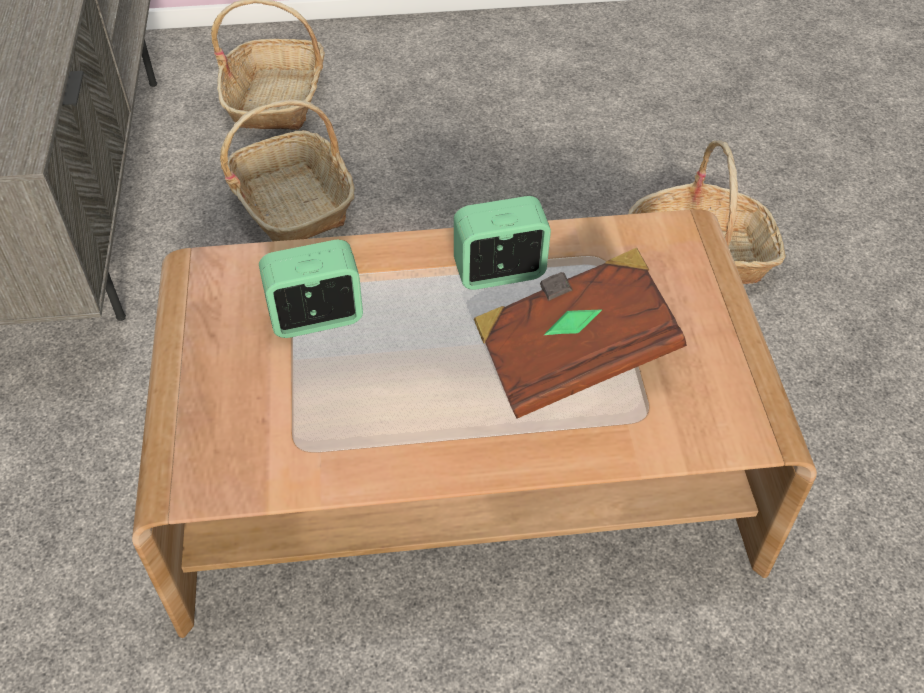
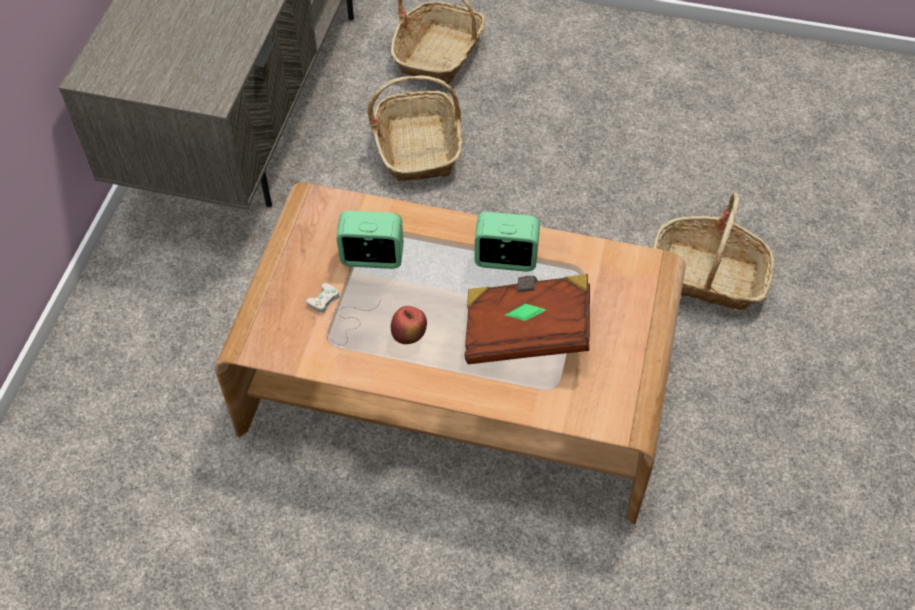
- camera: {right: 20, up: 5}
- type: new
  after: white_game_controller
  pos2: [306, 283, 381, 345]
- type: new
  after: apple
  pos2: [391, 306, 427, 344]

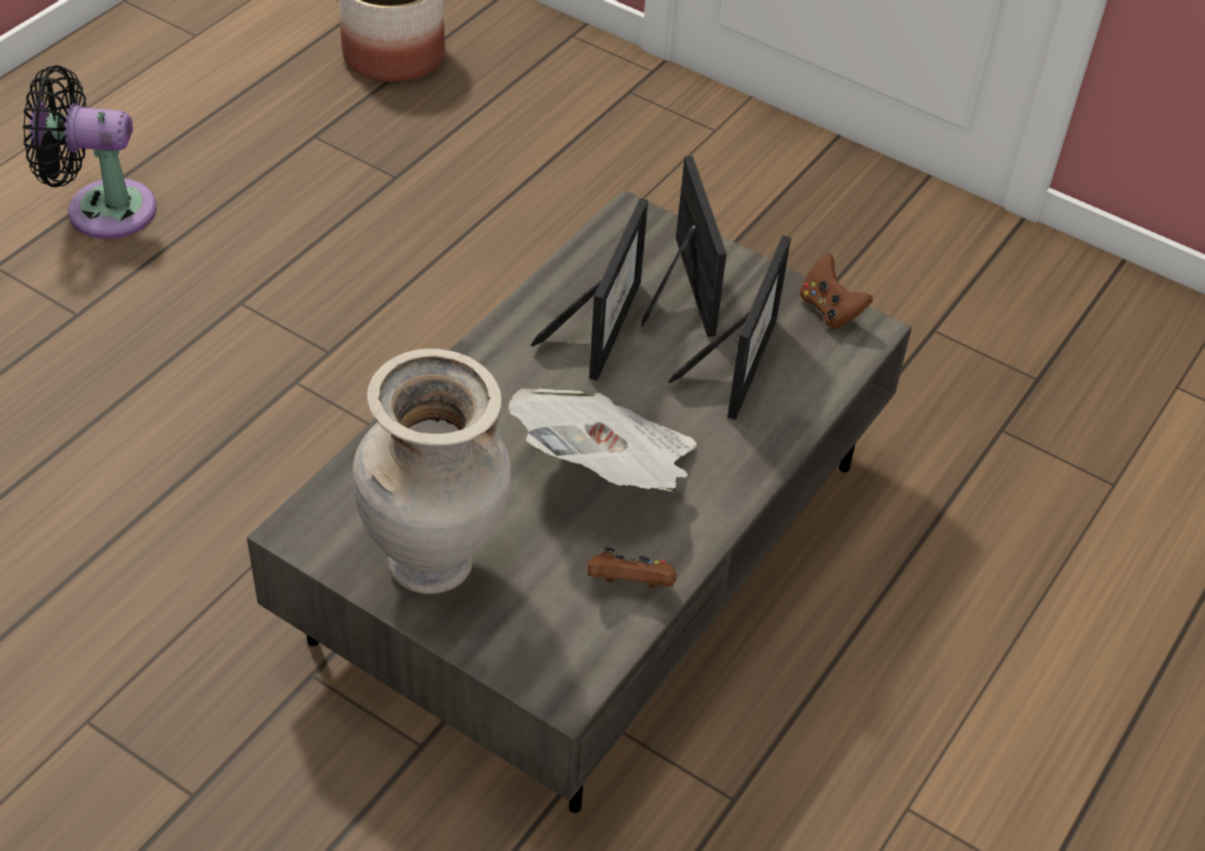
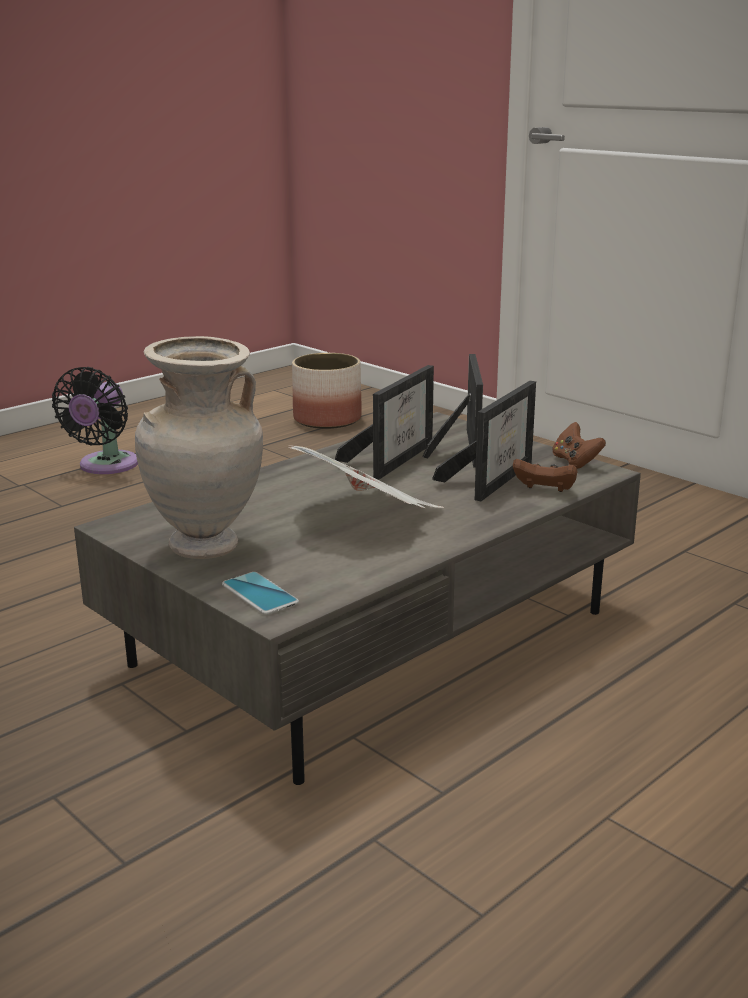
- camera: {right: 15, up: -25}
- type: rotated
  before: black_fan
  pos1: [23, 65, 156, 239]
  pos2: [52, 367, 138, 474]
  turn: -90
- type: shifted
  before: brown_game_controller
  pos1: [587, 547, 677, 588]
  pos2: [513, 459, 577, 492]
- type: new
  after: phone
  pos2: [222, 572, 299, 615]

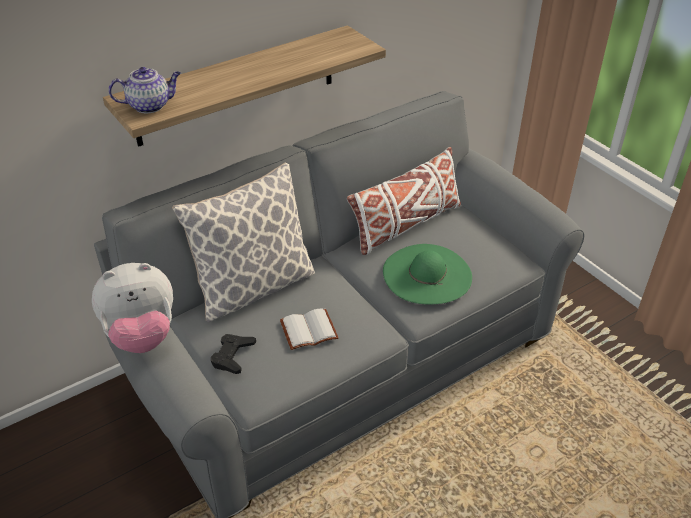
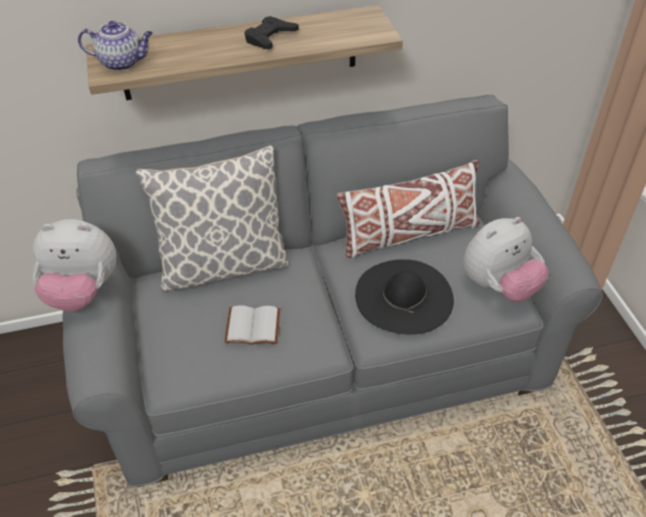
- camera: {right: 20, up: 5}
- type: repainted
  before: green_hat
  after: black_hat
  pos1: [383, 244, 472, 304]
  pos2: [355, 259, 454, 334]
- type: shifted
  before: black_game_controller
  pos1: [211, 334, 256, 374]
  pos2: [244, 16, 299, 49]
- type: new
  after: plush_toy
  pos2: [463, 217, 549, 302]

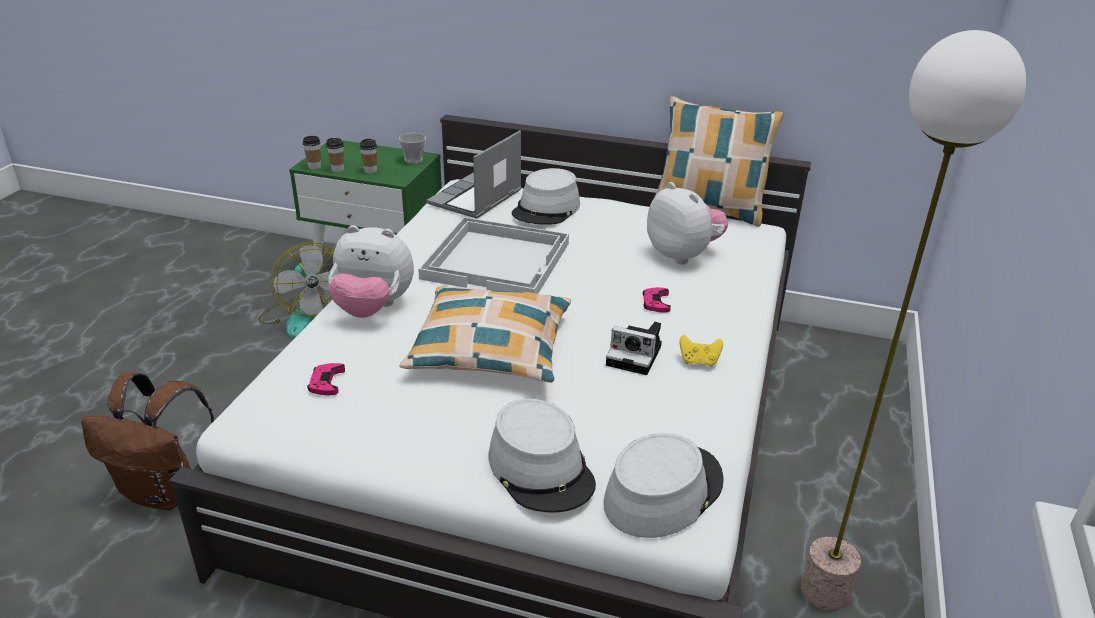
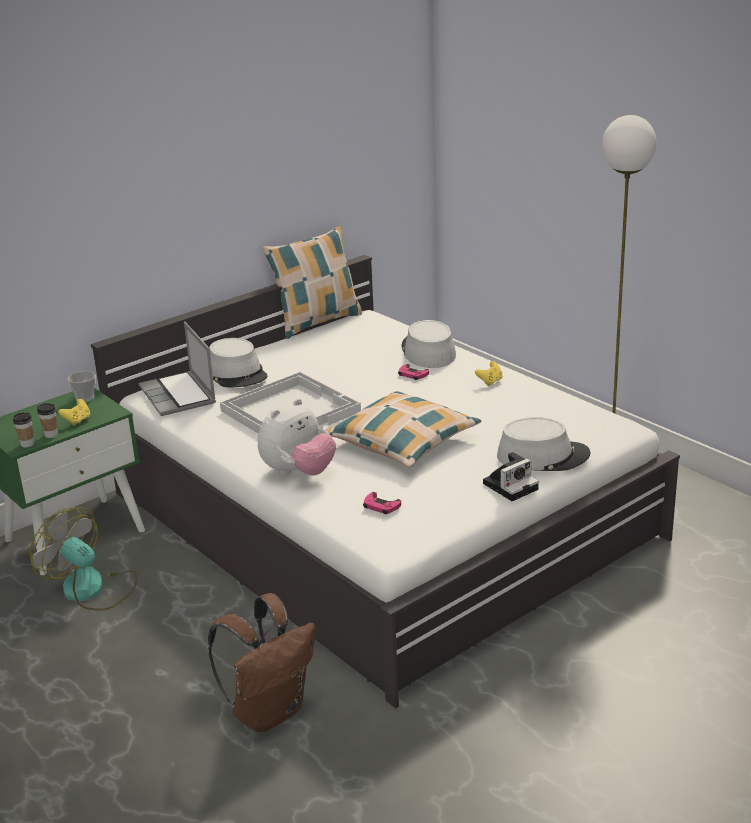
- camera: {right: -55, up: -5}
- type: swapped
  before: cup
  after: yellow_game_controller
  pos1: [359, 139, 377, 174]
  pos2: [58, 399, 90, 426]
- type: gone
  before: plush_toy
  pos1: [647, 182, 728, 264]
- type: rotated
  before: fan
  pos1: [258, 242, 334, 339]
  pos2: [30, 507, 138, 611]
  turn: -150
- type: shifted
  before: photo_camera
  pos1: [606, 322, 662, 375]
  pos2: [483, 452, 539, 501]
- type: shifted
  before: grey_hat
  pos1: [603, 433, 724, 538]
  pos2: [401, 320, 456, 368]

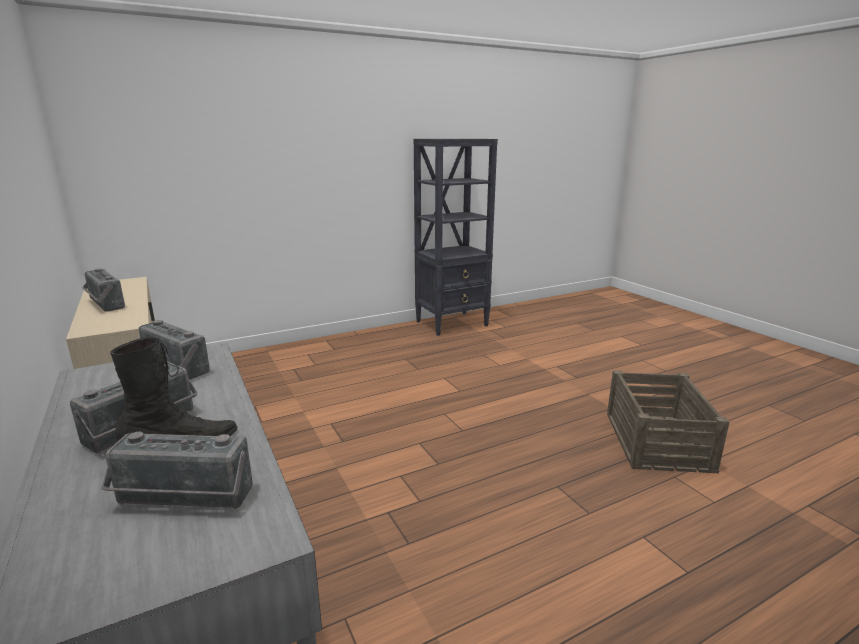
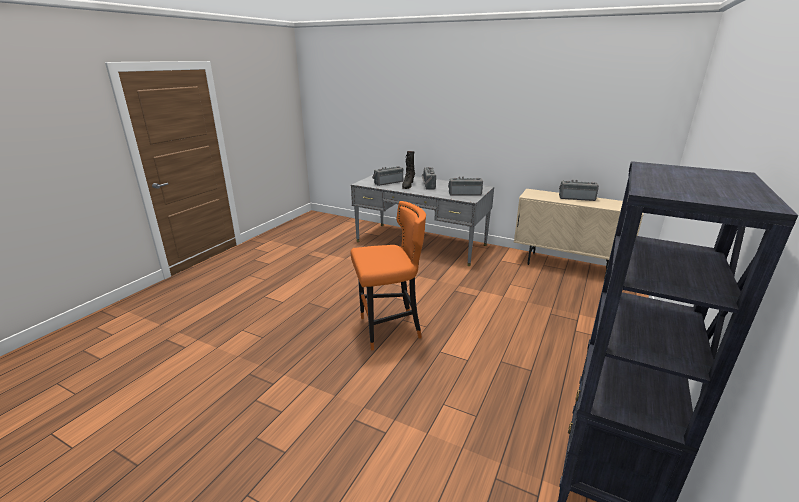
- camera: {right: 145, up: 5}
- type: gone
  before: crate
  pos1: [607, 370, 729, 473]
- type: new
  after: orange_stool
  pos2: [351, 201, 426, 351]

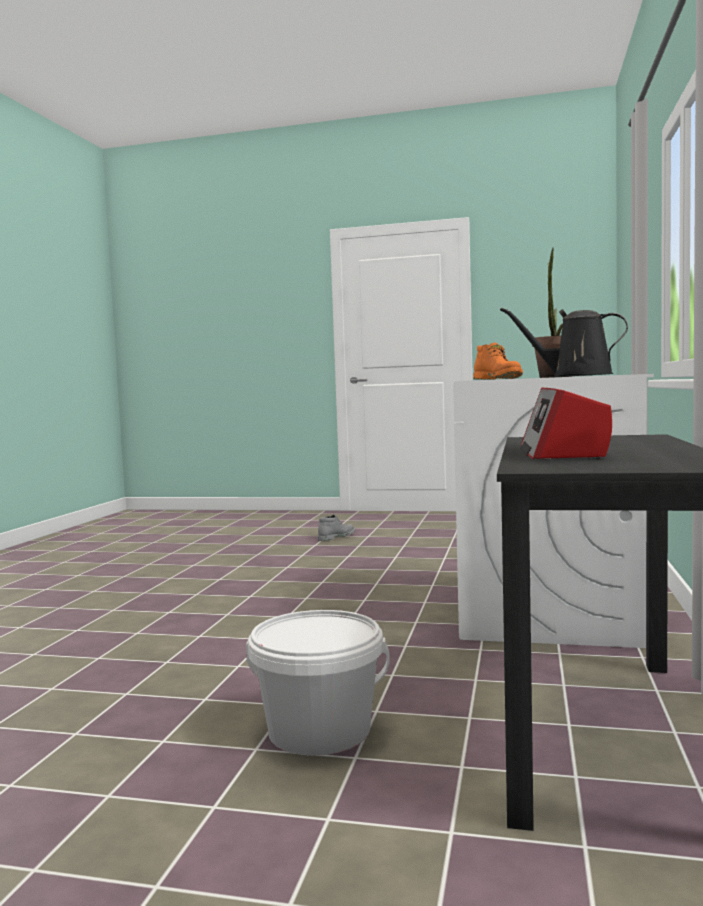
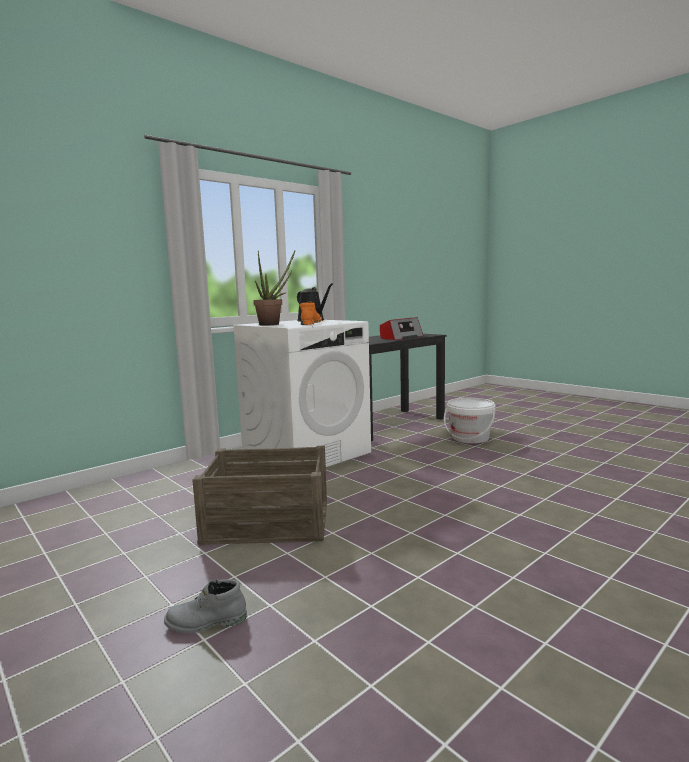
- camera: {right: -145, up: 5}
- type: new
  after: crate
  pos2: [192, 446, 327, 545]

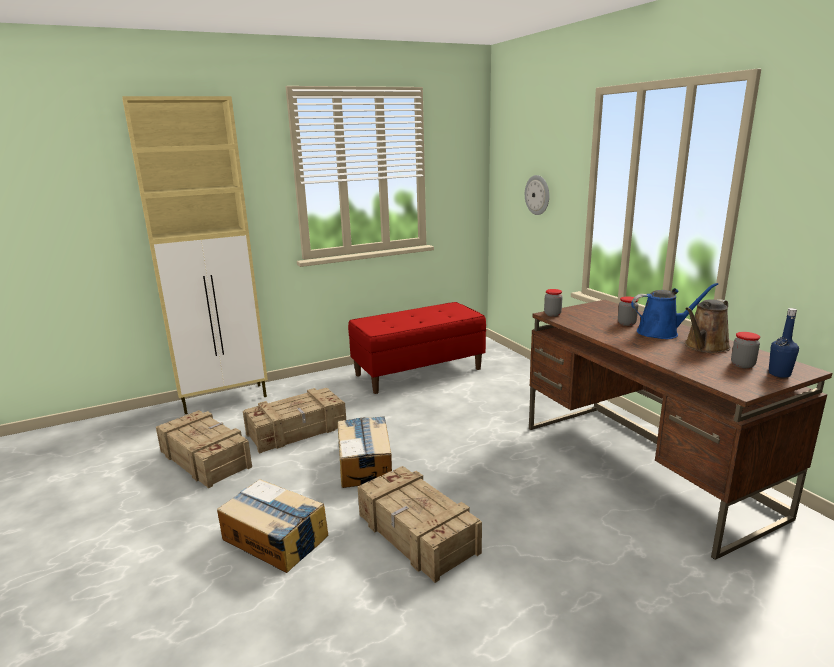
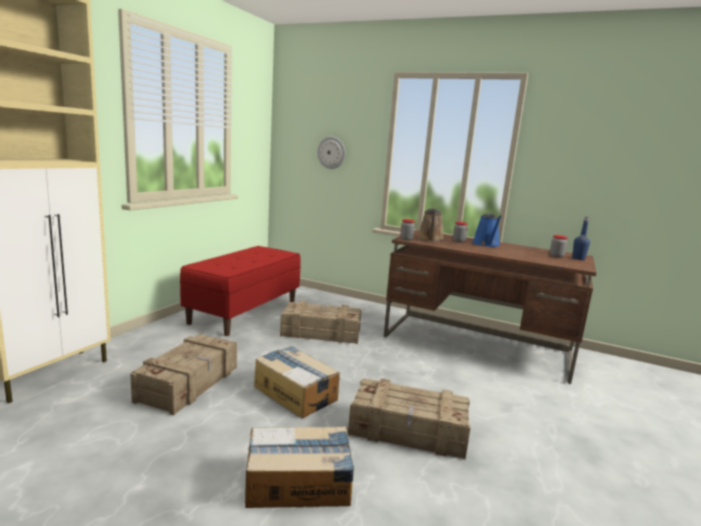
- camera: {right: -40, up: -5}
- type: rotated
  before: blue_watering_can
  pos1: [631, 283, 718, 339]
  pos2: [473, 213, 502, 247]
  turn: 135
- type: shifted
  before: brown_watering_can
  pos1: [685, 299, 731, 353]
  pos2: [417, 208, 444, 242]
- type: shifted
  before: crate
  pos1: [156, 410, 252, 488]
  pos2: [280, 301, 361, 344]

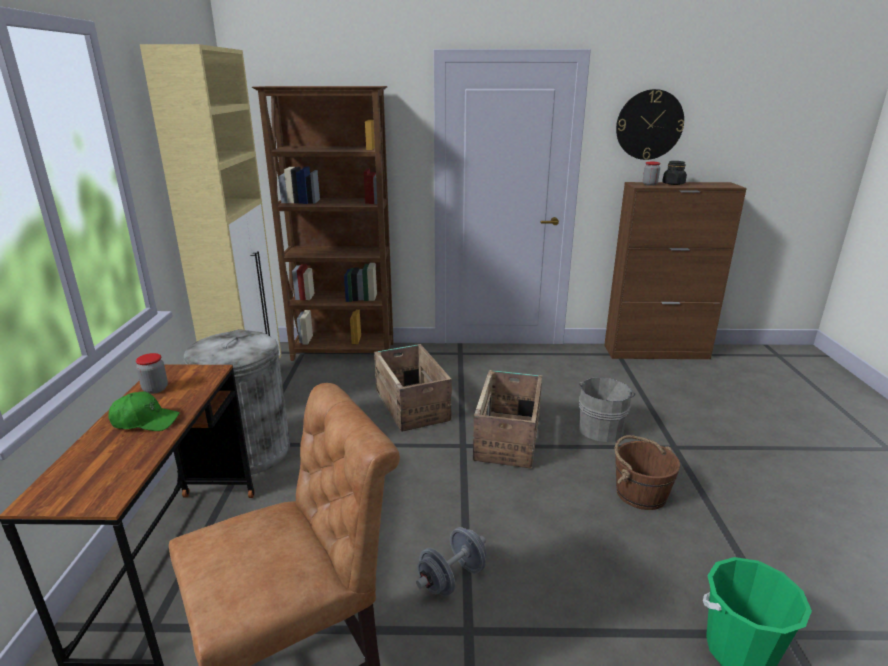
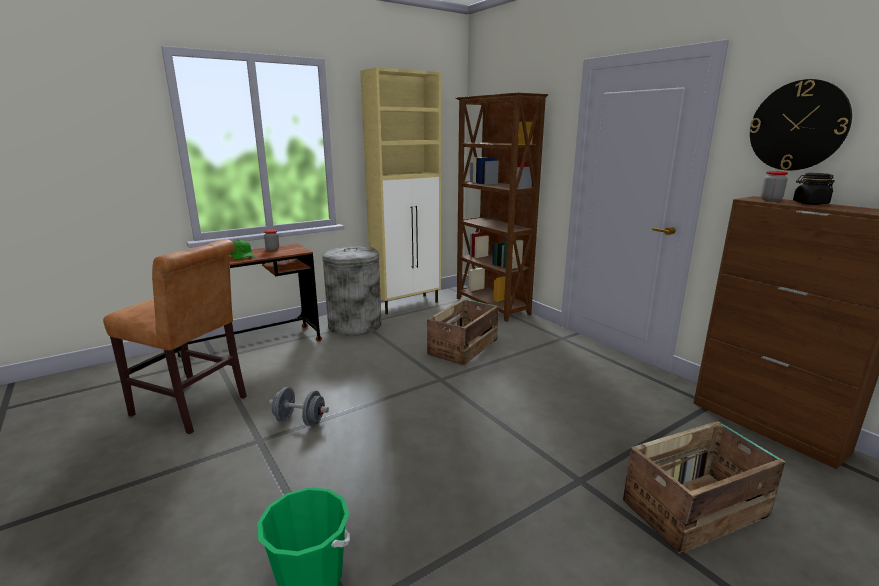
- camera: {right: 55, up: -5}
- type: shifted
  before: crate
  pos1: [473, 370, 542, 469]
  pos2: [623, 421, 785, 554]
- type: gone
  before: grey_bucket
  pos1: [579, 377, 635, 442]
- type: gone
  before: brown_bucket
  pos1: [615, 435, 680, 510]

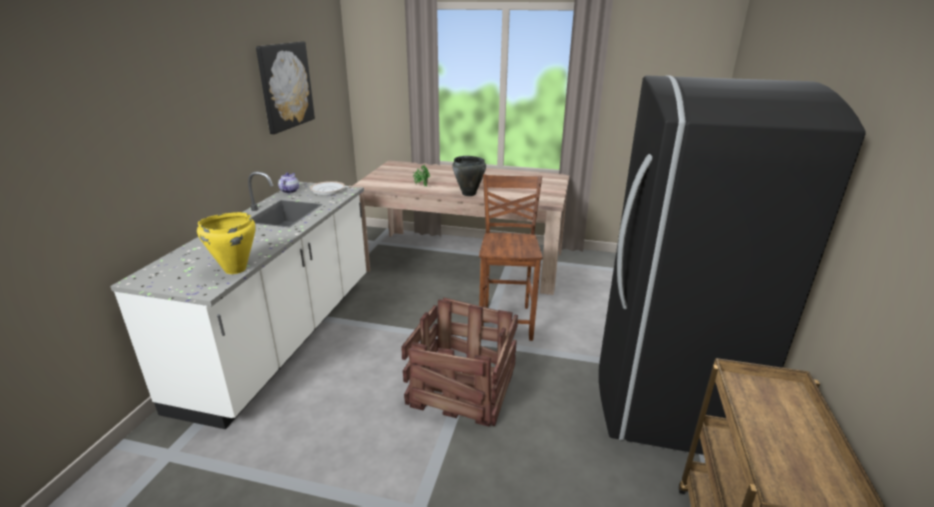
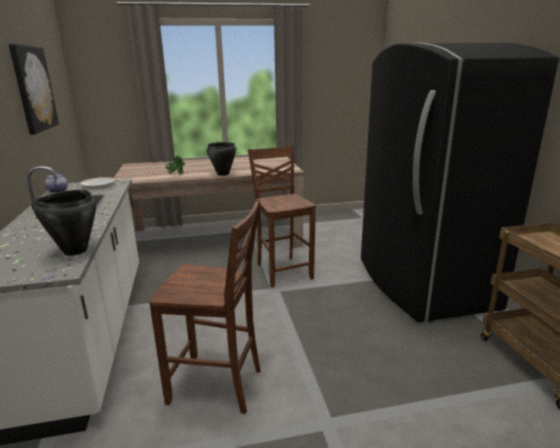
- camera: {right: -25, up: -5}
- type: repainted
  before: yellow_cooking_pot
  after: black_cooking_pot
  pos1: [197, 212, 256, 274]
  pos2: [34, 190, 96, 256]
- type: gone
  before: crate
  pos1: [401, 297, 518, 427]
- type: new
  after: brown_chair
  pos2: [149, 199, 261, 414]

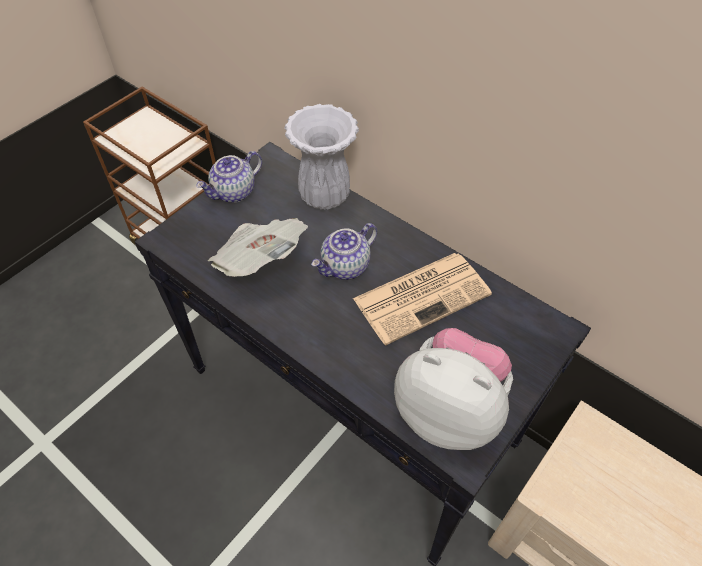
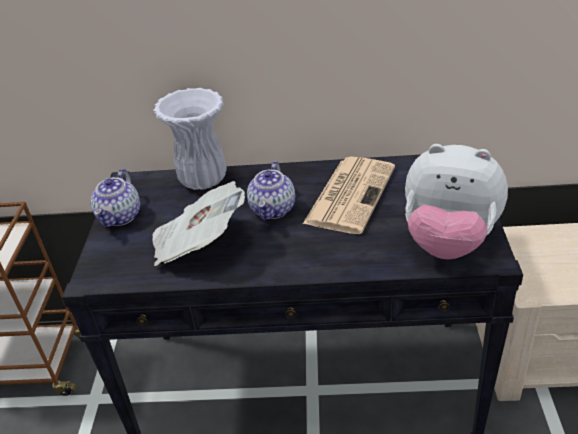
- camera: {right: -35, up: -15}
- type: rotated
  before: plush_toy
  pos1: [394, 328, 513, 450]
  pos2: [405, 144, 508, 259]
  turn: -150

